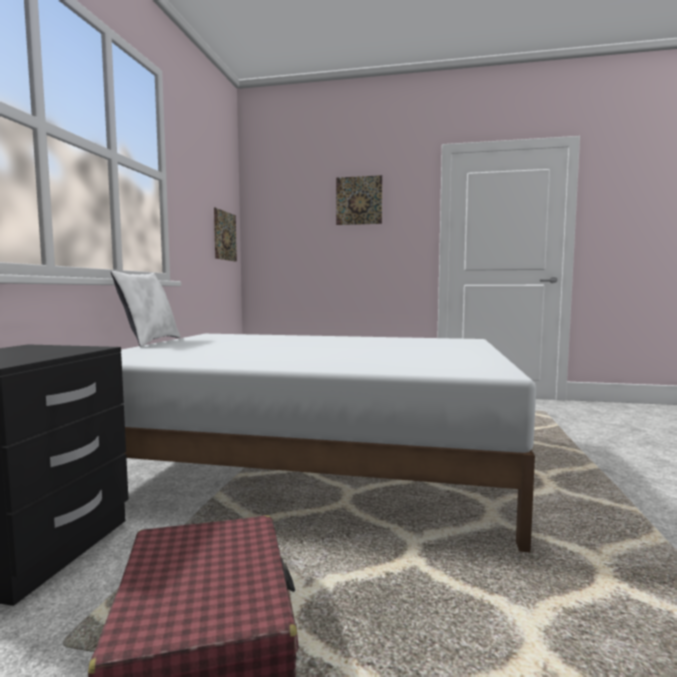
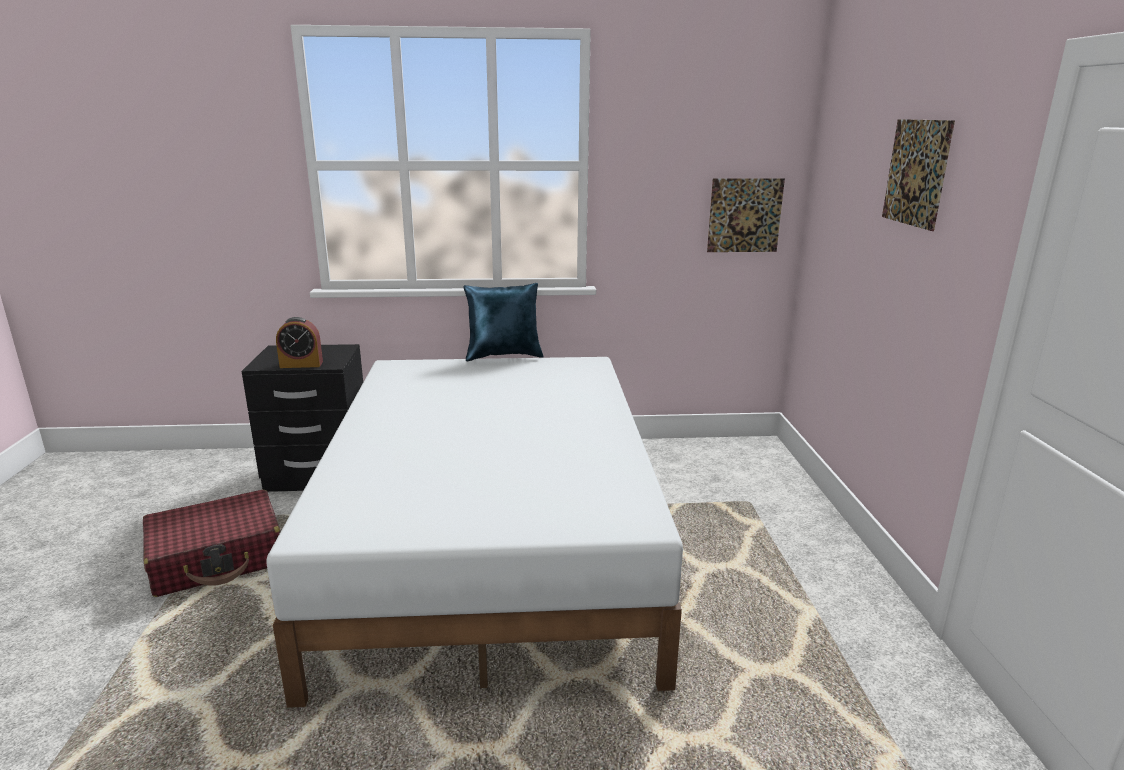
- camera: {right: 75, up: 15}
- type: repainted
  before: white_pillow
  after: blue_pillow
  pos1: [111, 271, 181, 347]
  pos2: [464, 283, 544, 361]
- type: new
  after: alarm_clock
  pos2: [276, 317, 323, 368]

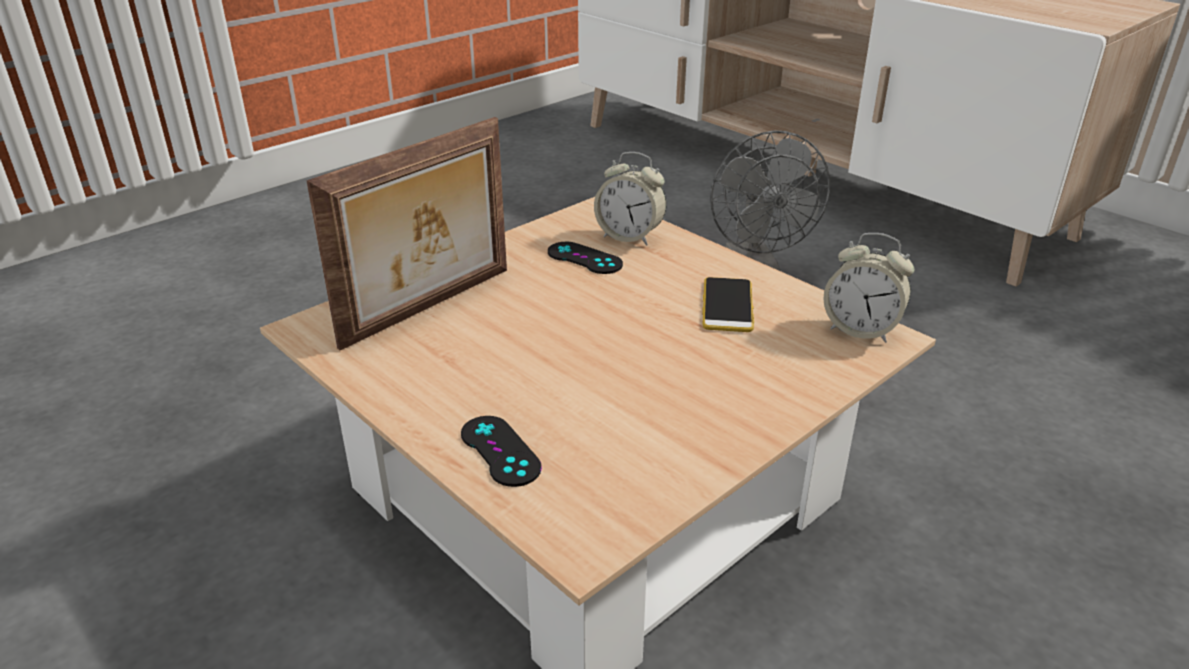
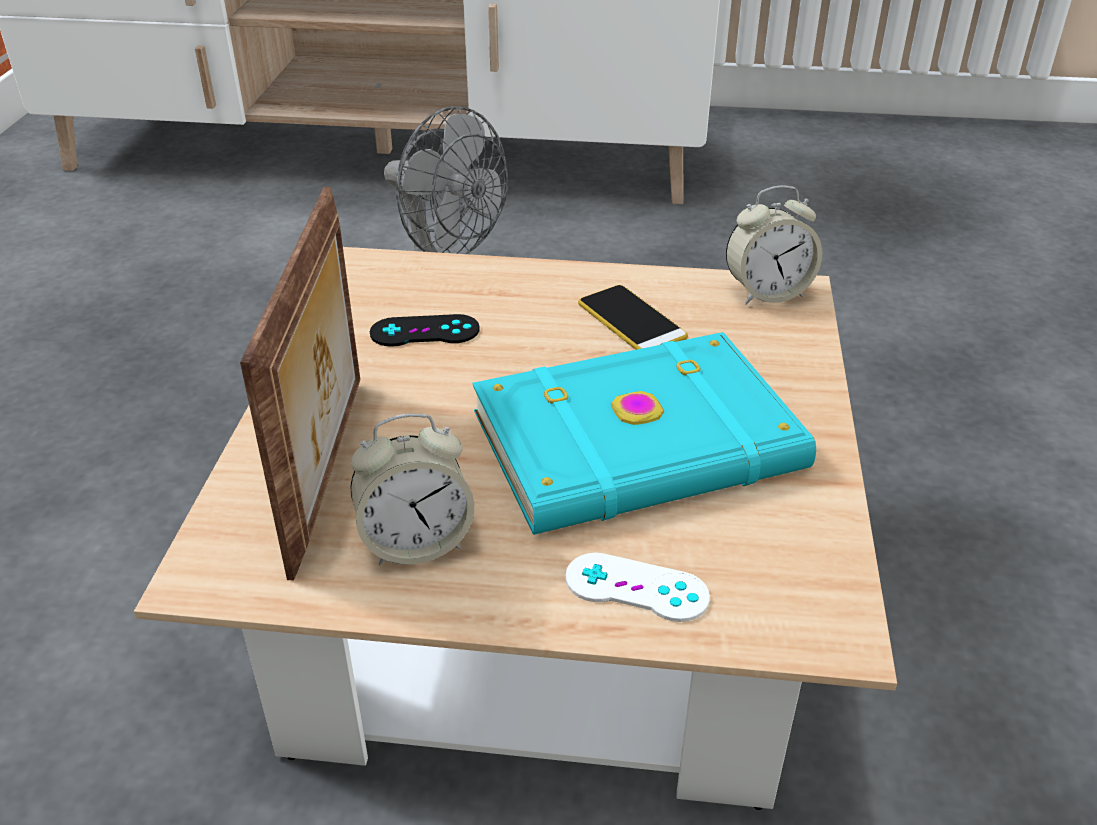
- camera: {right: -40, up: 5}
- type: shifted
  before: alarm_clock
  pos1: [594, 152, 666, 245]
  pos2: [350, 414, 474, 566]
- type: repainted
  before: black_game_controller
  after: white_game_controller
  pos1: [461, 416, 542, 487]
  pos2: [565, 553, 710, 622]
- type: new
  after: turquoise_book
  pos2: [473, 332, 816, 535]

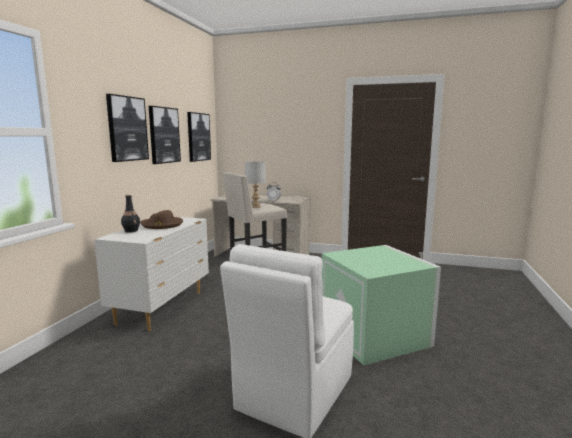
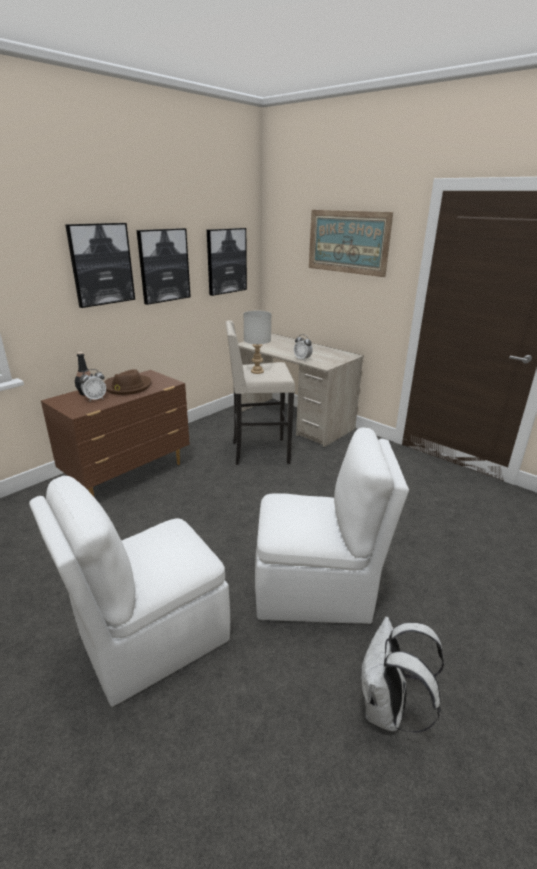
- camera: {right: 25, up: 15}
- type: repainted
  before: white_dresser
  after: brown_dresser
  pos1: [94, 217, 209, 331]
  pos2: [41, 370, 190, 498]
- type: swapped
  before: green_storage_box
  after: white_chair
  pos1: [322, 245, 441, 366]
  pos2: [255, 427, 409, 624]
- type: new
  after: picture
  pos2: [309, 210, 393, 277]
- type: new
  after: alarm_clock
  pos2: [80, 369, 106, 402]
- type: new
  after: white_backpack
  pos2: [361, 617, 444, 732]

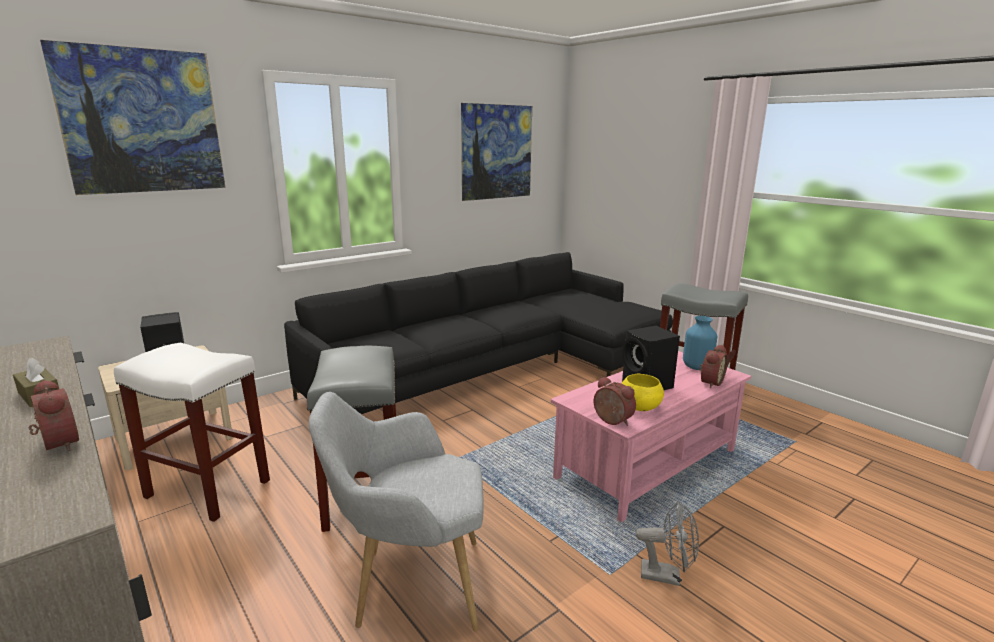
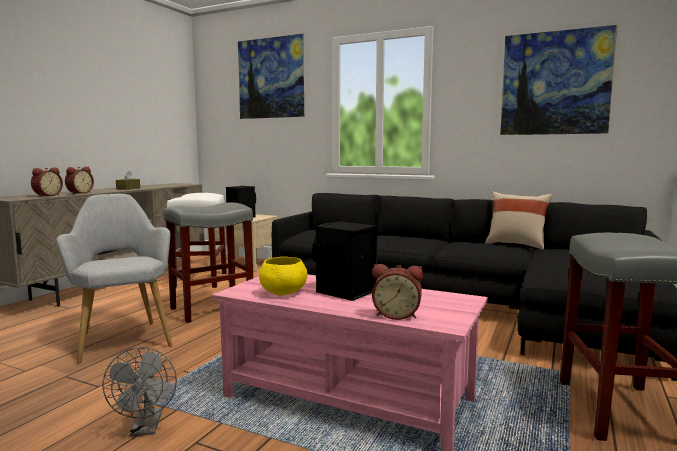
- camera: {right: 65, up: -10}
- type: gone
  before: blue_vase
  pos1: [683, 316, 717, 370]
- type: shifted
  before: alarm_clock
  pos1: [593, 376, 636, 426]
  pos2: [31, 167, 63, 197]
- type: new
  after: beige_pillow
  pos2: [485, 191, 552, 250]

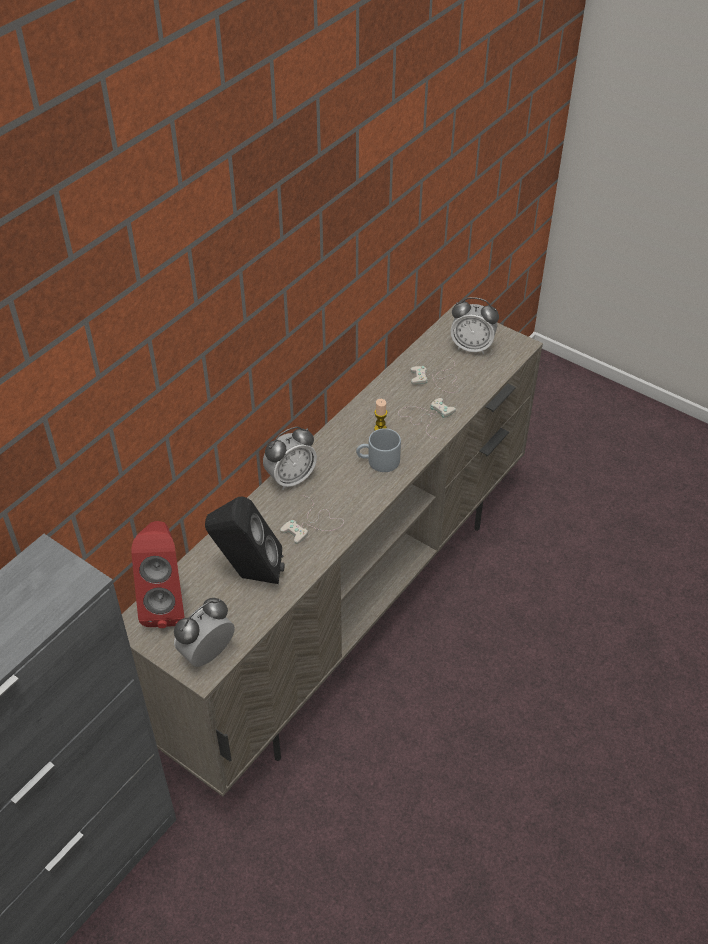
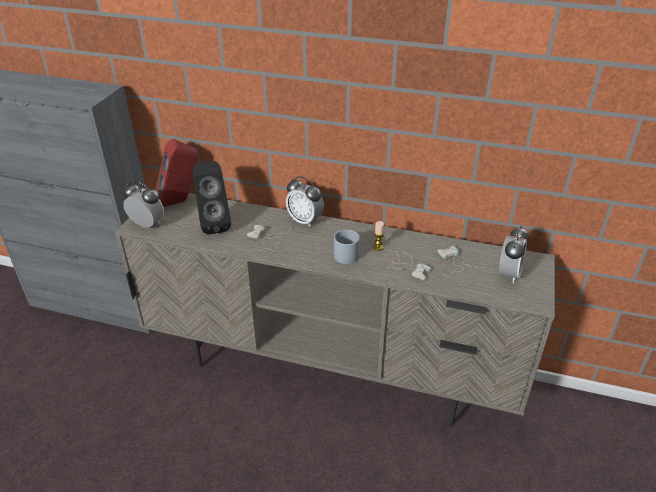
- camera: {right: 70, up: -10}
- type: rotated
  before: alarm_clock
  pos1: [451, 297, 499, 354]
  pos2: [499, 225, 529, 284]
  turn: -150

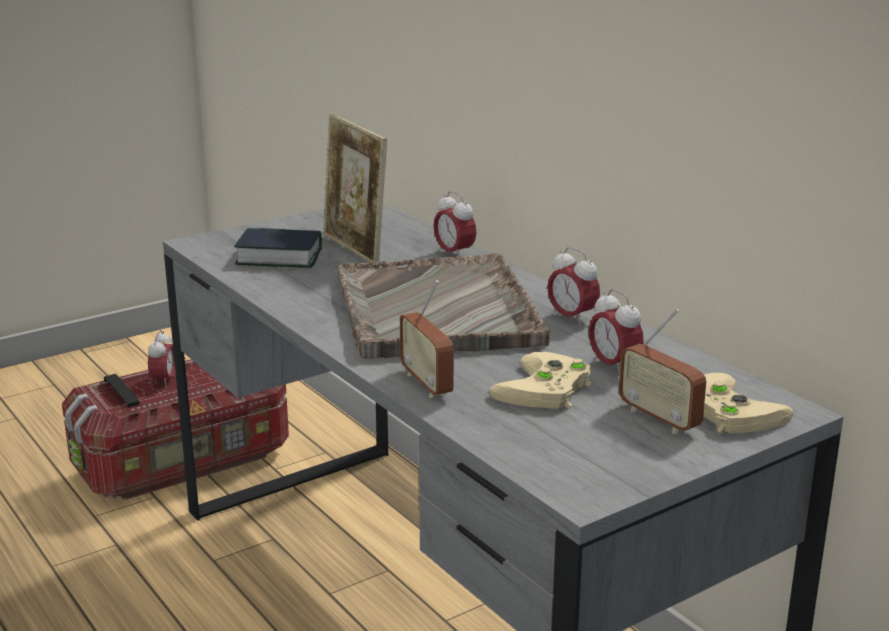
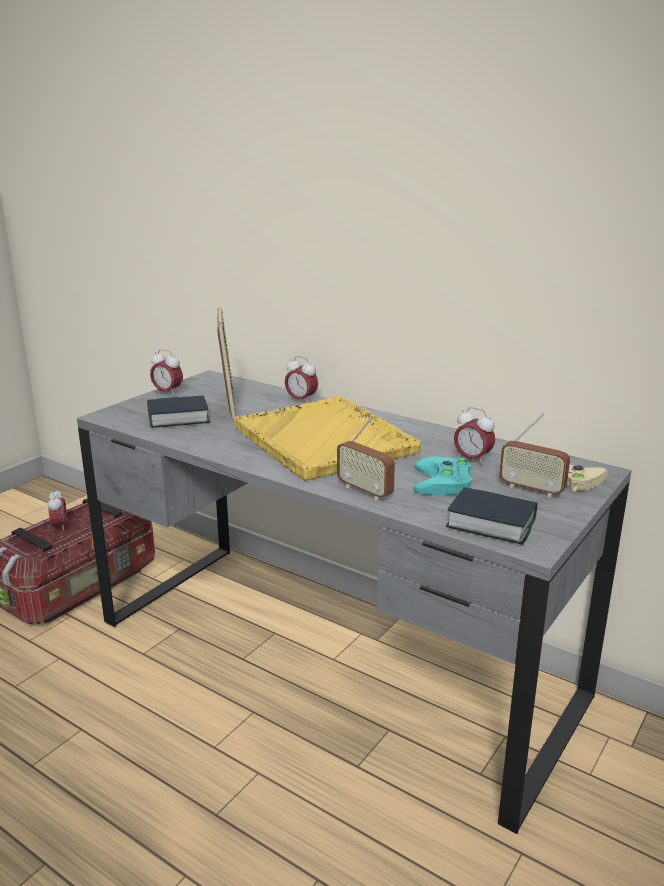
- camera: {right: -20, up: 0}
- type: rotated
  before: picture_frame
  pos1: [323, 114, 387, 263]
  pos2: [217, 307, 237, 420]
  turn: -135
- type: shifted
  before: alarm_clock
  pos1: [547, 247, 600, 326]
  pos2: [150, 349, 183, 396]
- type: repainted
  before: grey_tray
  after: yellow_tray
  pos1: [337, 253, 551, 359]
  pos2: [234, 396, 421, 481]
- type: repainted
  before: beige_game_controller
  after: turquoise_game_controller
  pos1: [489, 352, 591, 409]
  pos2: [414, 456, 473, 495]
- type: new
  after: book
  pos2: [446, 487, 537, 545]

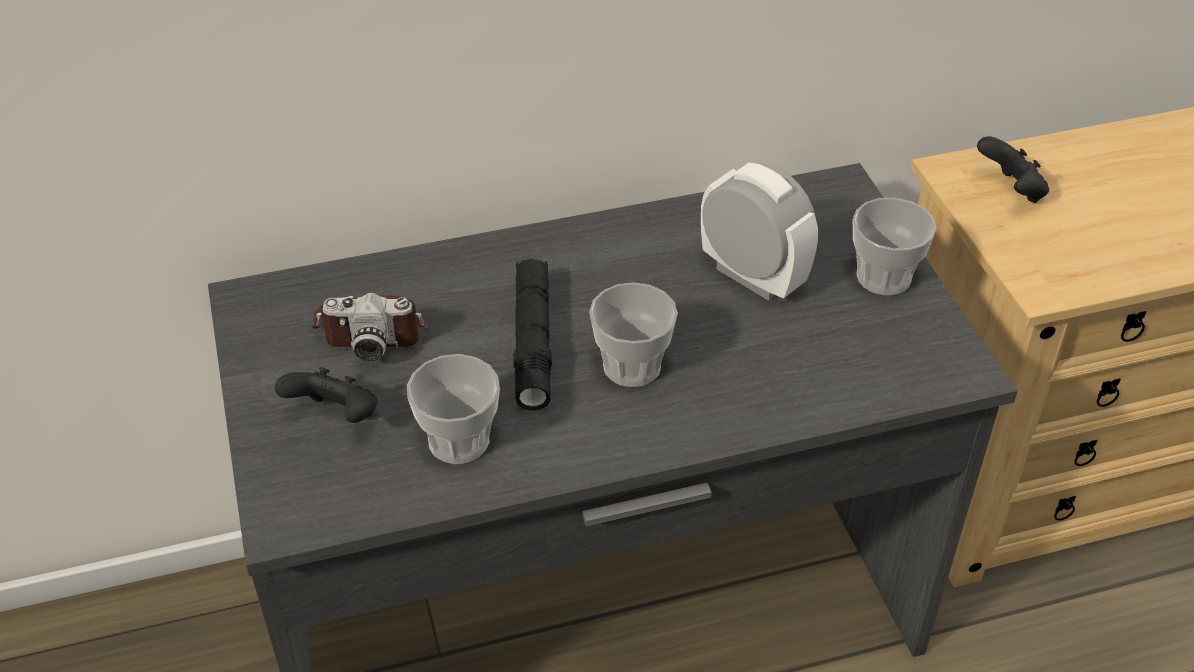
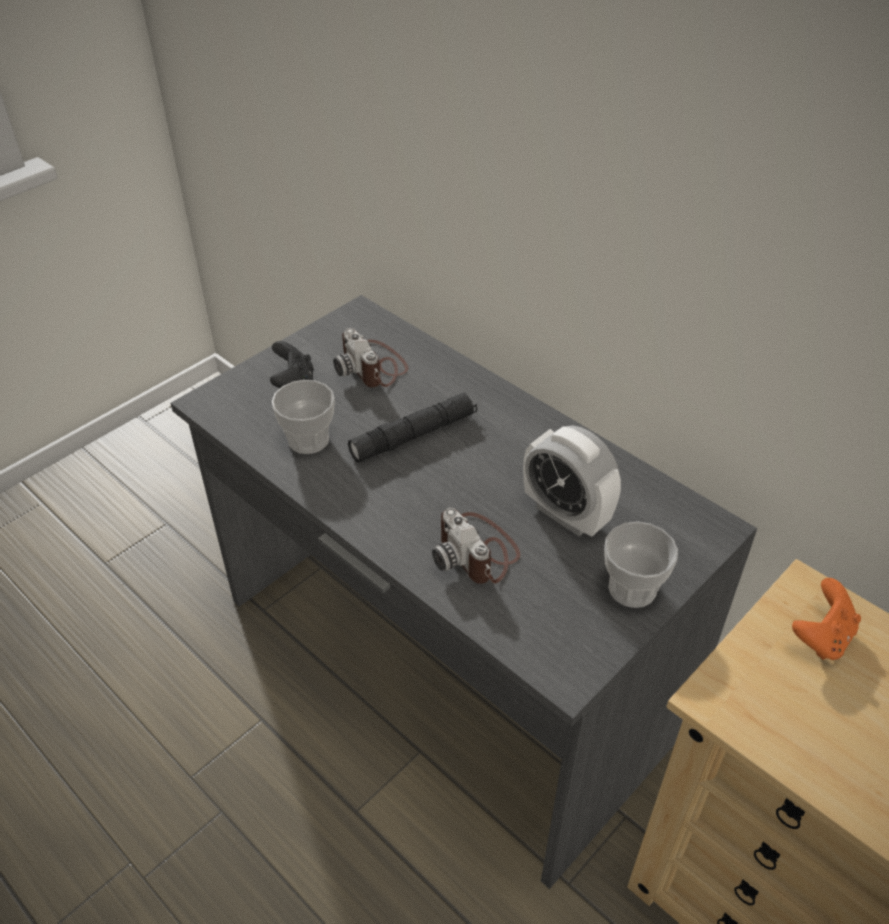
- camera: {right: 60, up: 0}
- type: repainted
  before: black_game_controller
  after: orange_game_controller
  pos1: [977, 136, 1049, 203]
  pos2: [792, 578, 861, 660]
- type: rotated
  before: alarm_clock
  pos1: [701, 163, 818, 301]
  pos2: [523, 425, 621, 537]
  turn: 120
- type: gone
  before: cup
  pos1: [589, 282, 678, 387]
- type: new
  after: photo_camera
  pos2: [432, 508, 520, 584]

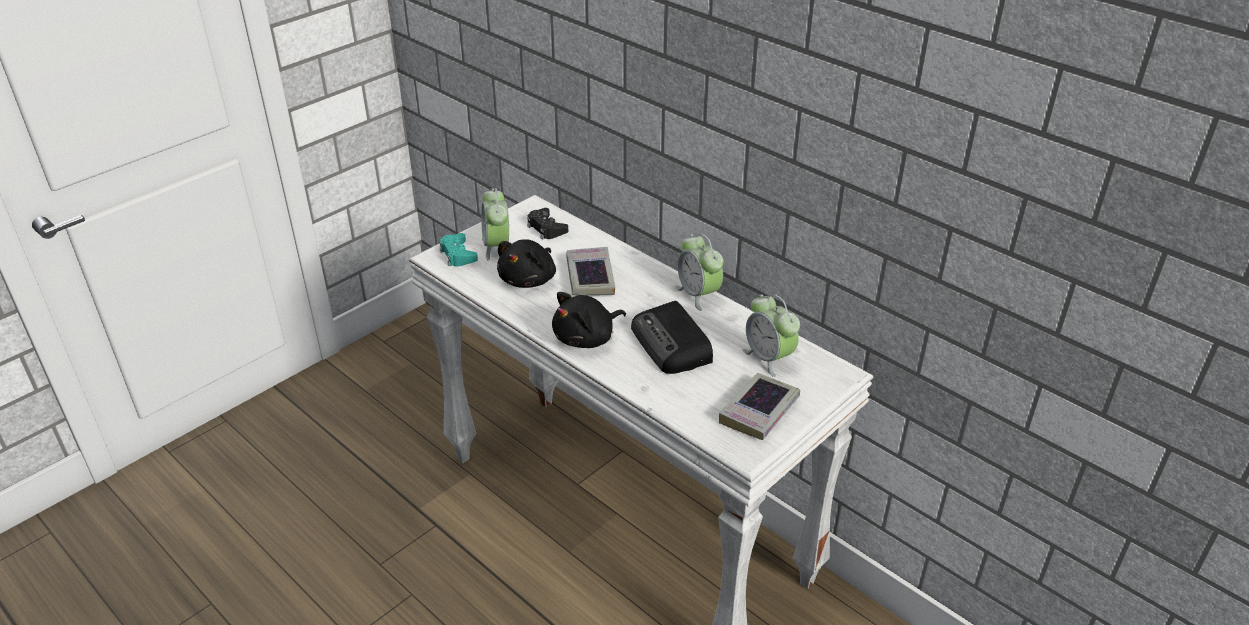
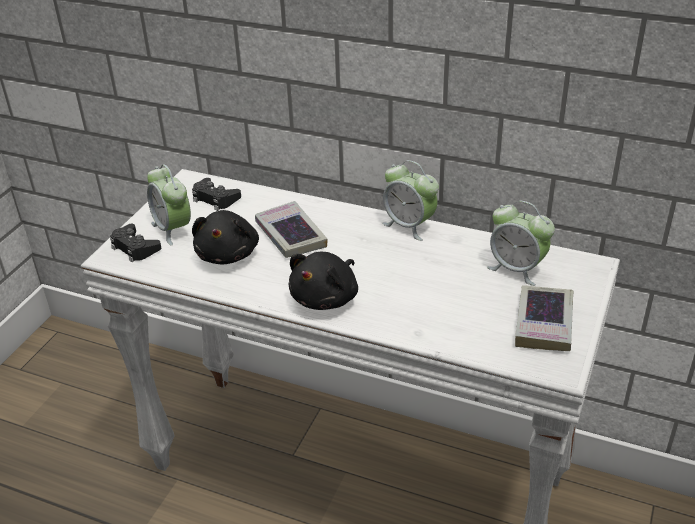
- camera: {right: -20, up: 0}
- type: repainted
  before: turquoise_game_controller
  after: black_game_controller
  pos1: [439, 233, 478, 267]
  pos2: [110, 224, 161, 262]
- type: gone
  before: radio
  pos1: [631, 301, 713, 374]

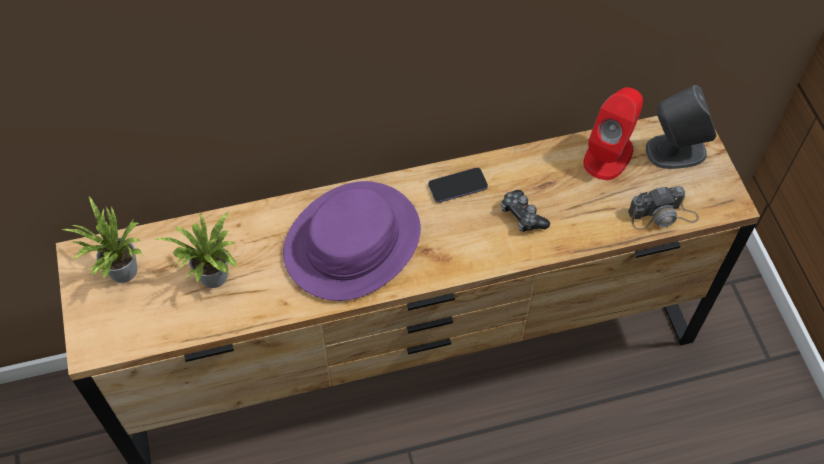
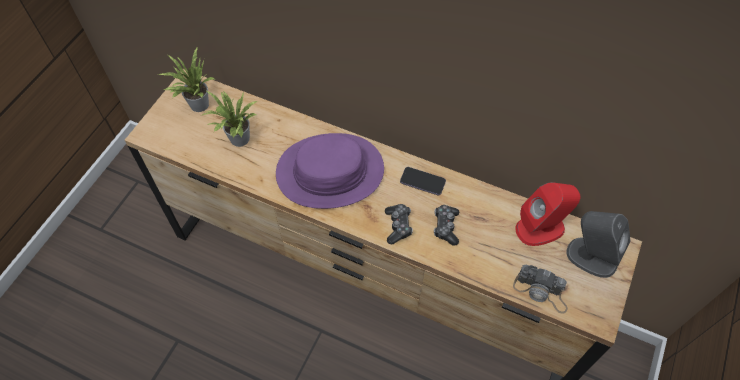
- camera: {right: 40, up: 0}
- type: new
  after: game_controller
  pos2: [385, 204, 413, 244]

